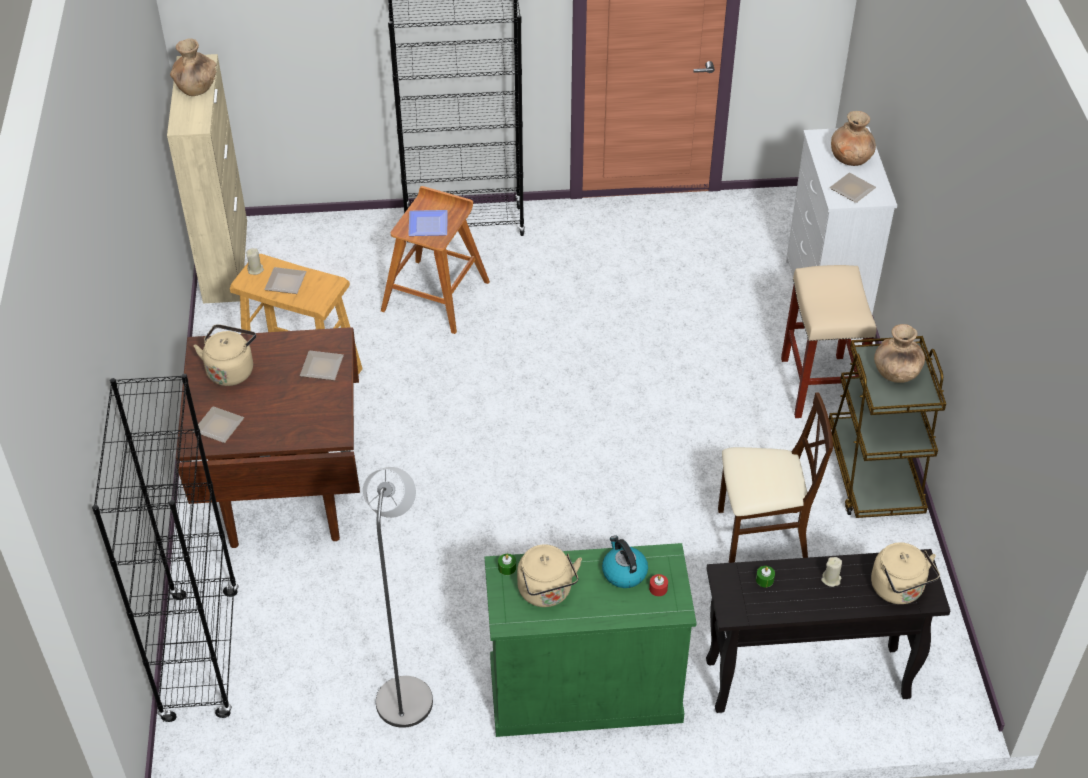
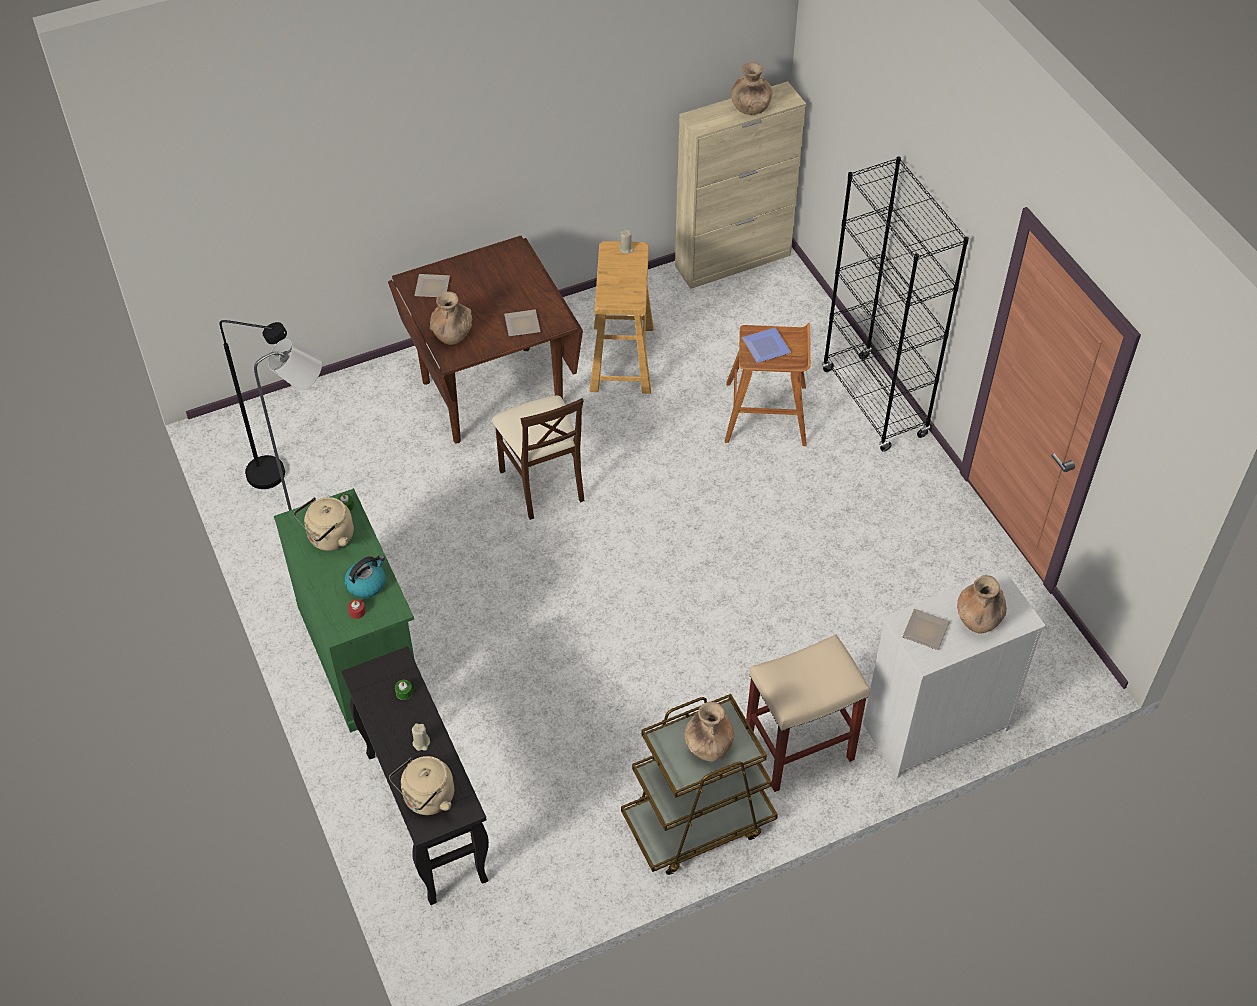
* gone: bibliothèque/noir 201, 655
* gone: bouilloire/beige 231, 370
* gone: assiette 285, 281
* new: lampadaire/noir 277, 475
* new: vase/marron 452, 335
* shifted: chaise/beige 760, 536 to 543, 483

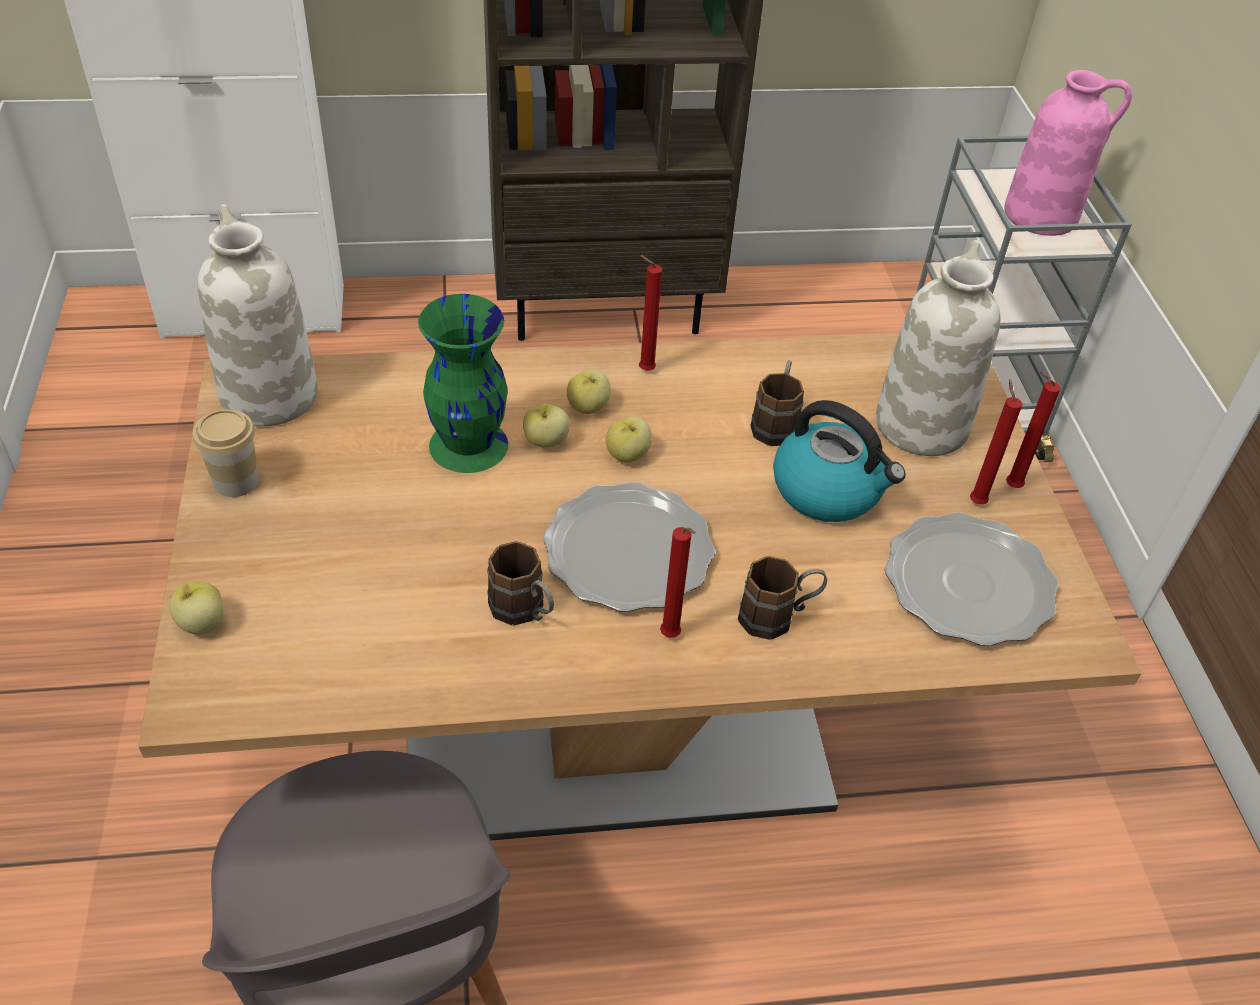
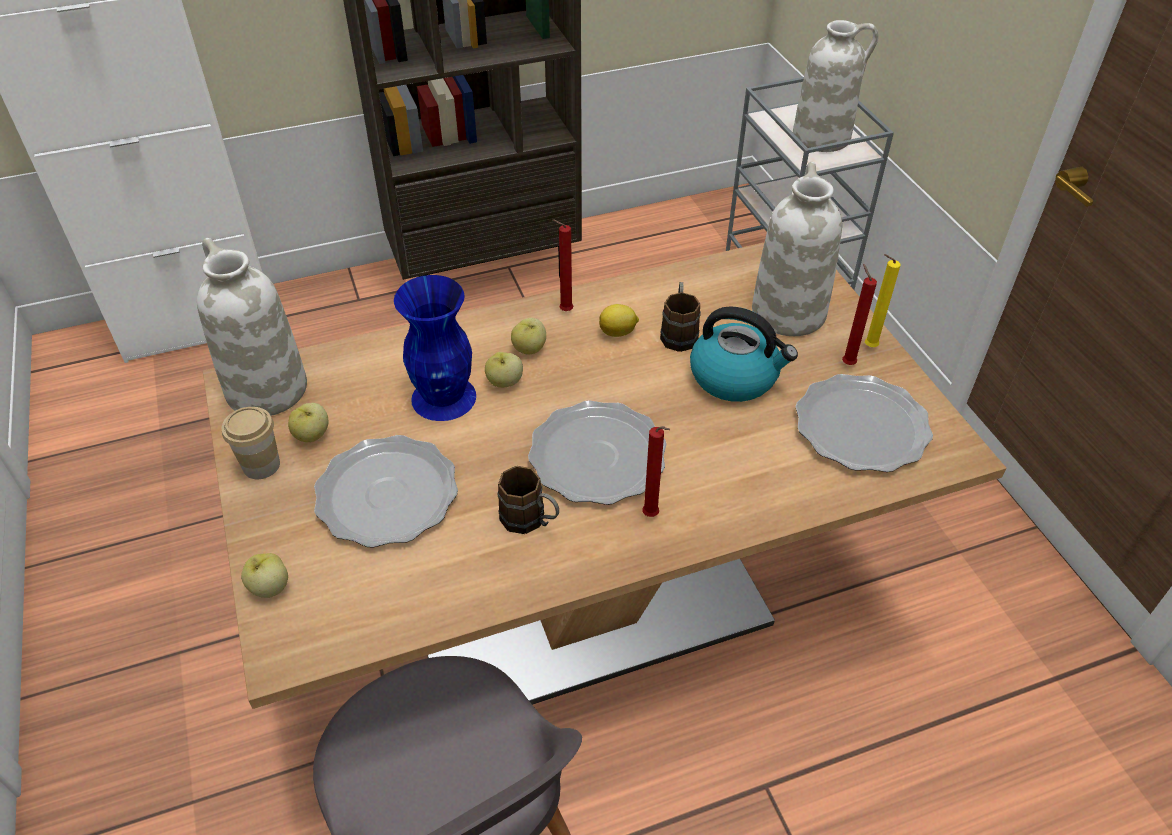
* gone: mug/marron 778, 616
* new: assiette 388, 495
* new: citron 618, 332
* shifted: pomme 627, 455 to 312, 435
* repainted: vase/vert 469, 446 to vase/bleu 444, 398
* repainted: vase/rose 1042, 215 to vase/blanc 822, 137
* repainted: bougie/rouge 1009, 486 to bougie/jaune 868, 347

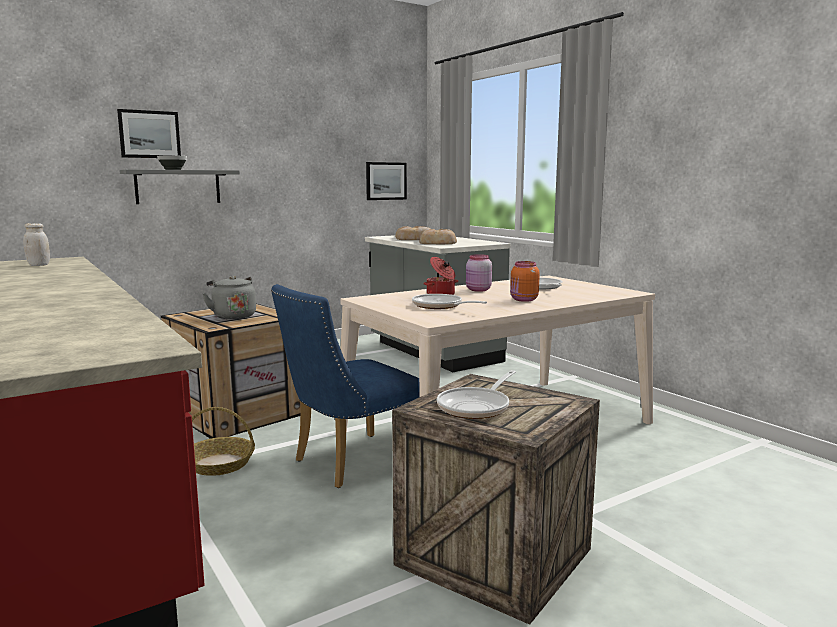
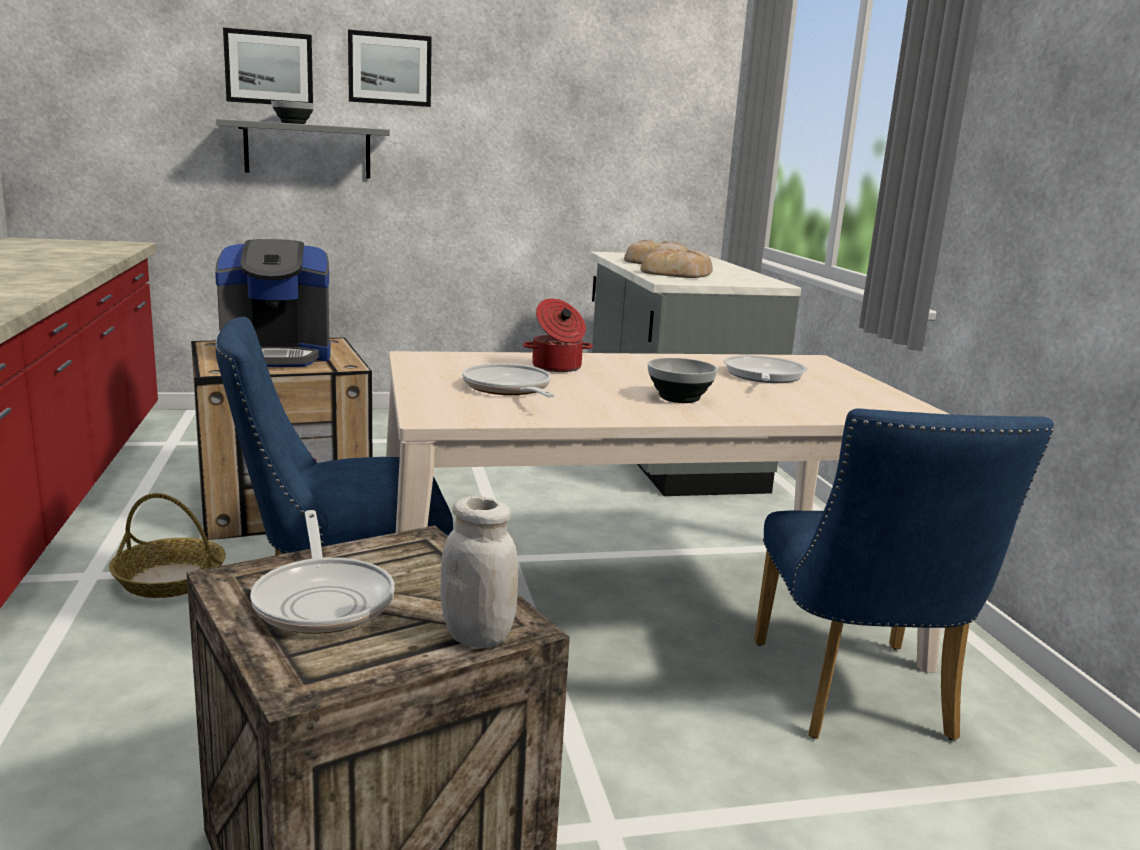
* gone: bocal/rose 478, 290
* new: chaise/bleu 856, 699
* shifted: bocal/blanc 38, 265 to 477, 636
* shifted: tableau 386, 181 to 390, 69
* swapped: bouilloire/gris 233, 316 to machine à café 277, 356
* swapped: bocal/orange 523, 300 to bol 678, 398
* rotated: poêle 477, 407 = 323, 599 75 degrees counterclockwise

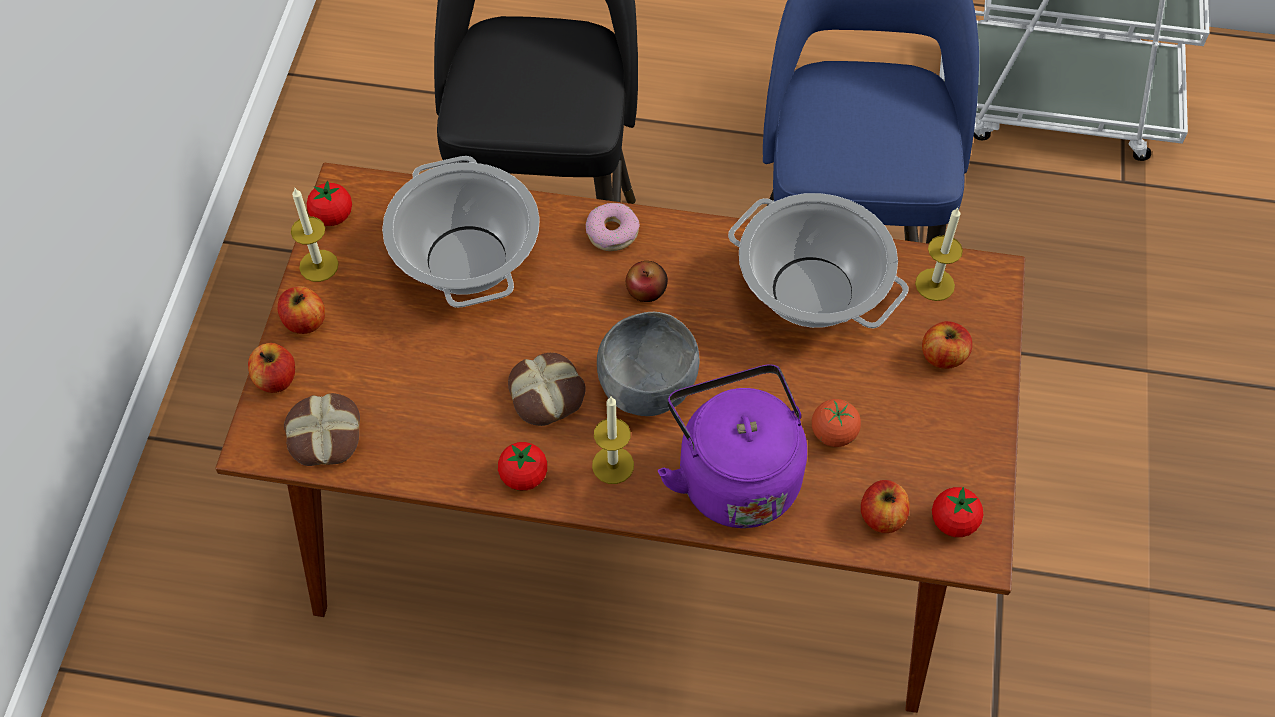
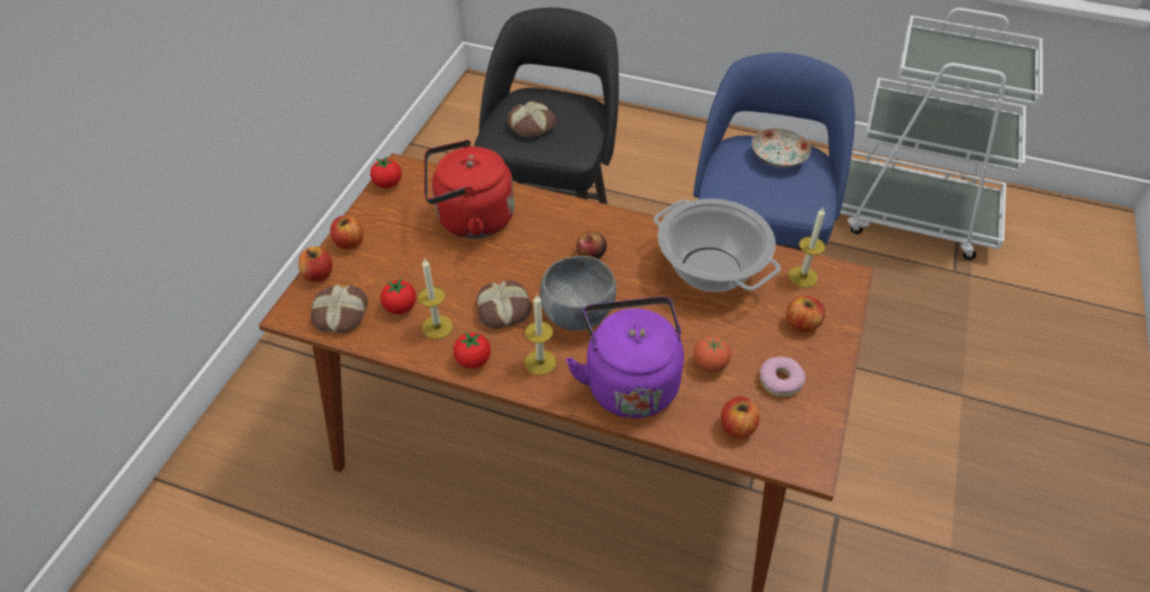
* new: pain 532, 125
* new: assiette 777, 158
* shifted: bougie 319, 265 to 437, 327
* shifted: beignet 612, 232 to 780, 381
* shifted: tomate 953, 522 to 400, 307
* swapped: marmite 466, 259 to bouilloire/rouge 470, 219

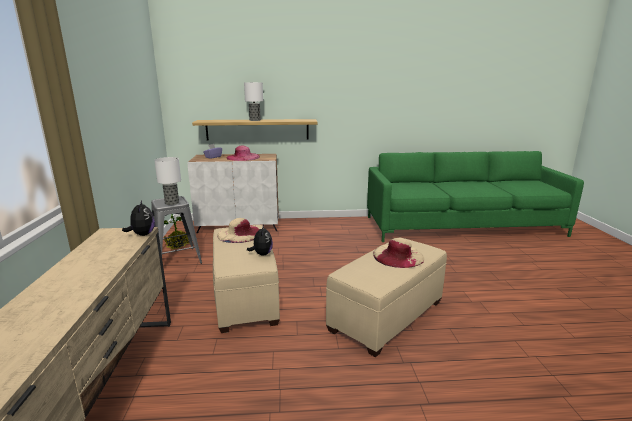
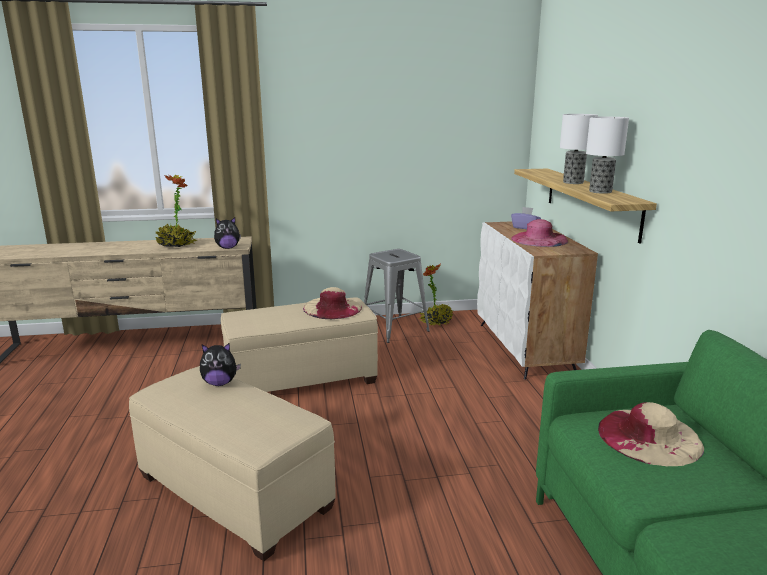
* new: plante en pot 176, 245
* shifted: lampe de table 172, 203 to 600, 191
* shifted: peluche 262, 254 to 220, 383
* shifted: chapeau/beige 398, 256 to 649, 437

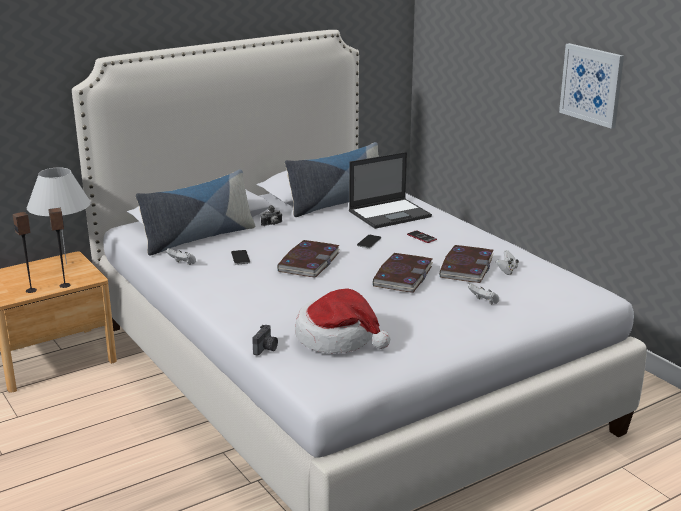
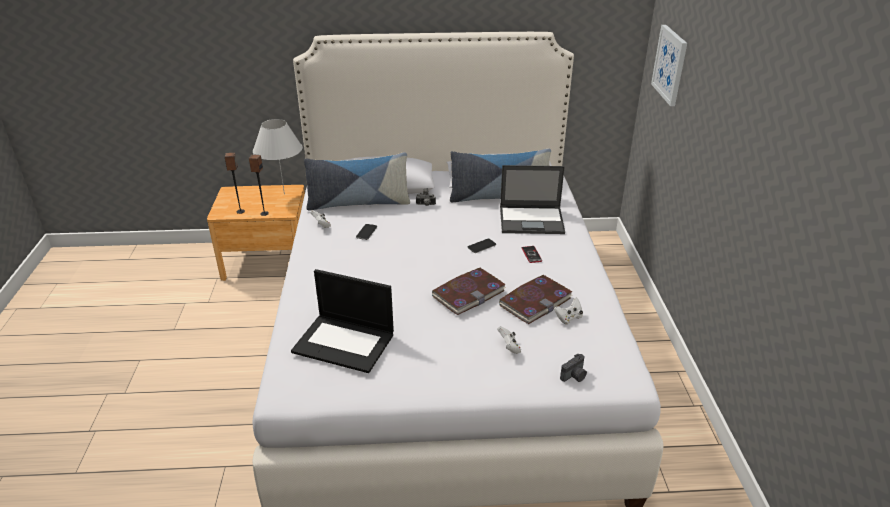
* gone: livre 308, 262
* shifted: appareil photo 266, 349 to 574, 376
* shifted: tableau 592, 84 to 670, 64
* swapped: chapeau 337, 338 to ordinateur portable 345, 342

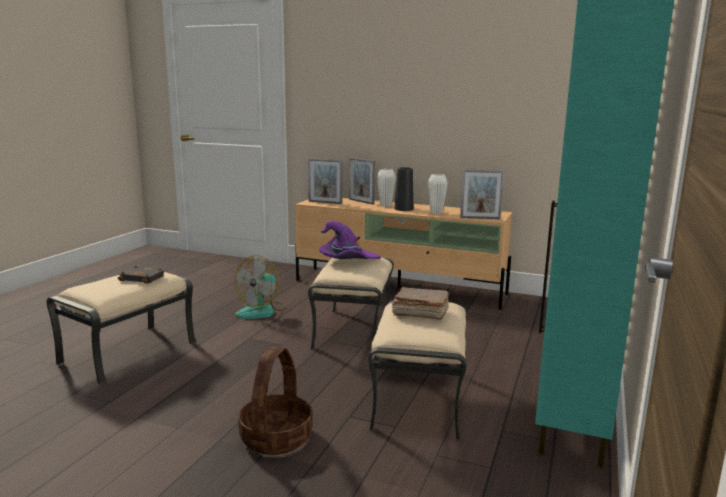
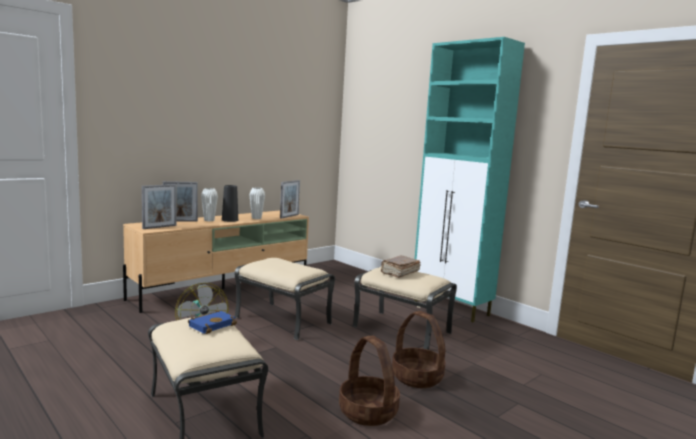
* gone: chapeau/violet 347, 260
* new: panier 368, 412
* repainted: livre/noir 143, 278 to livre/bleu 212, 325

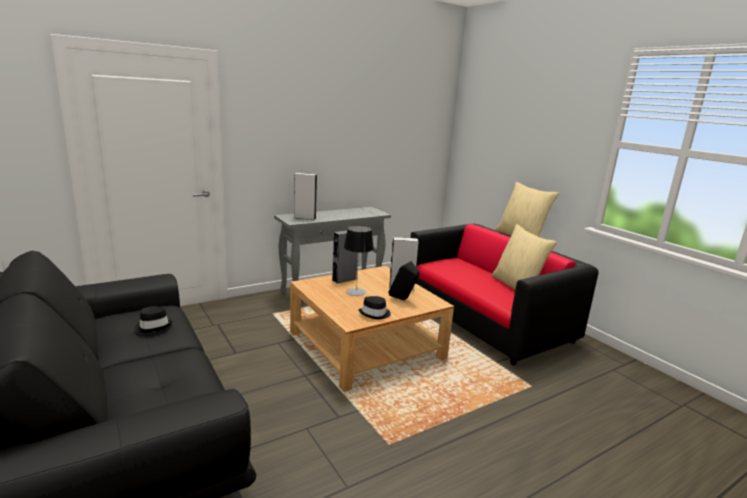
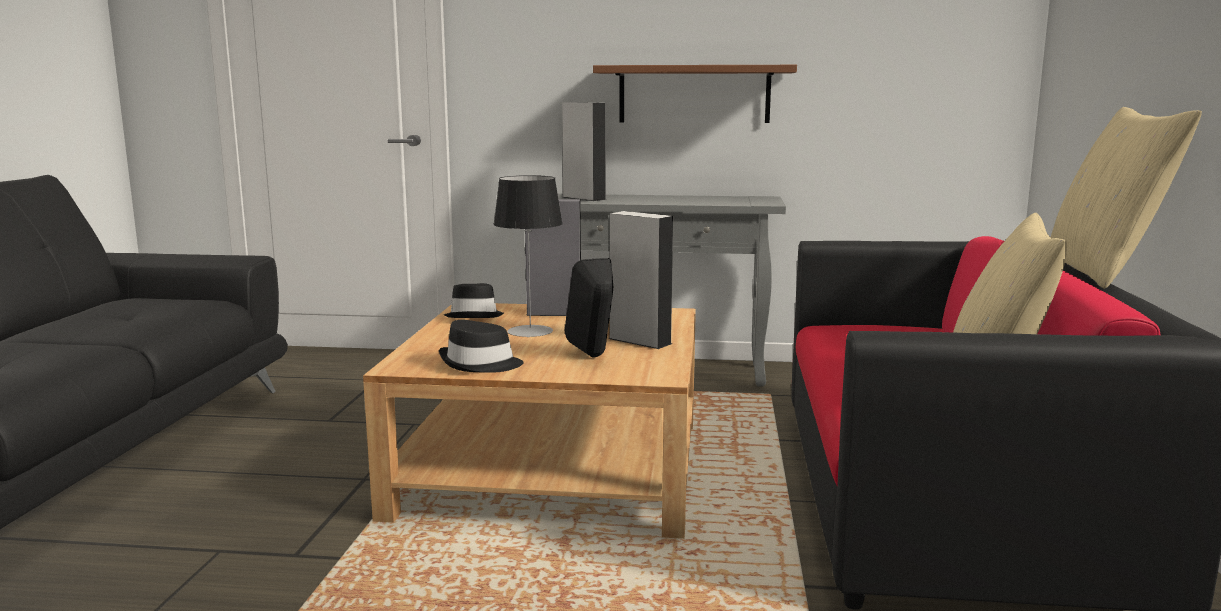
* new: étagère/marron 694, 94
* shifted: chapeau/noir 153, 326 to 474, 316

